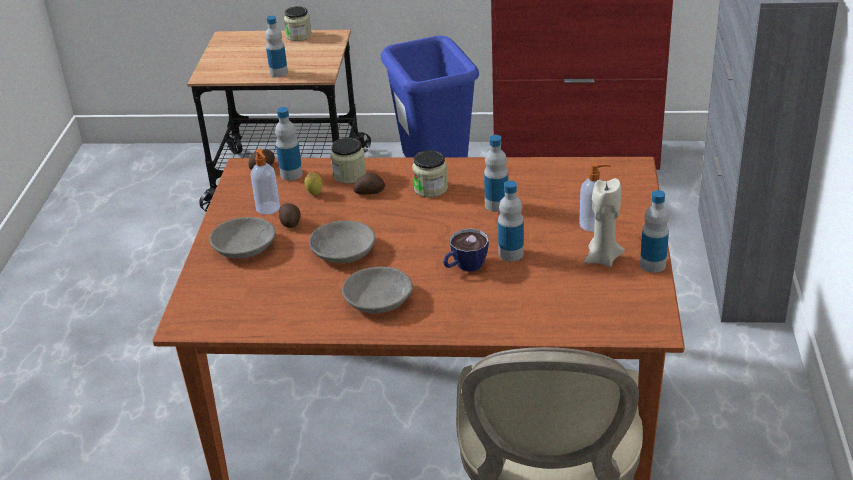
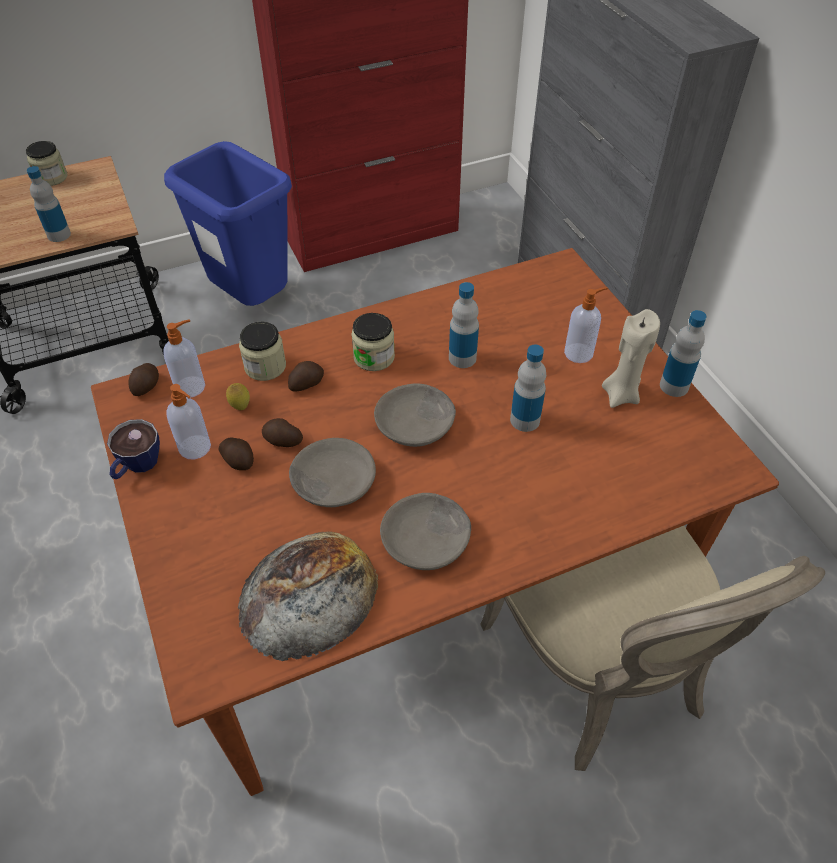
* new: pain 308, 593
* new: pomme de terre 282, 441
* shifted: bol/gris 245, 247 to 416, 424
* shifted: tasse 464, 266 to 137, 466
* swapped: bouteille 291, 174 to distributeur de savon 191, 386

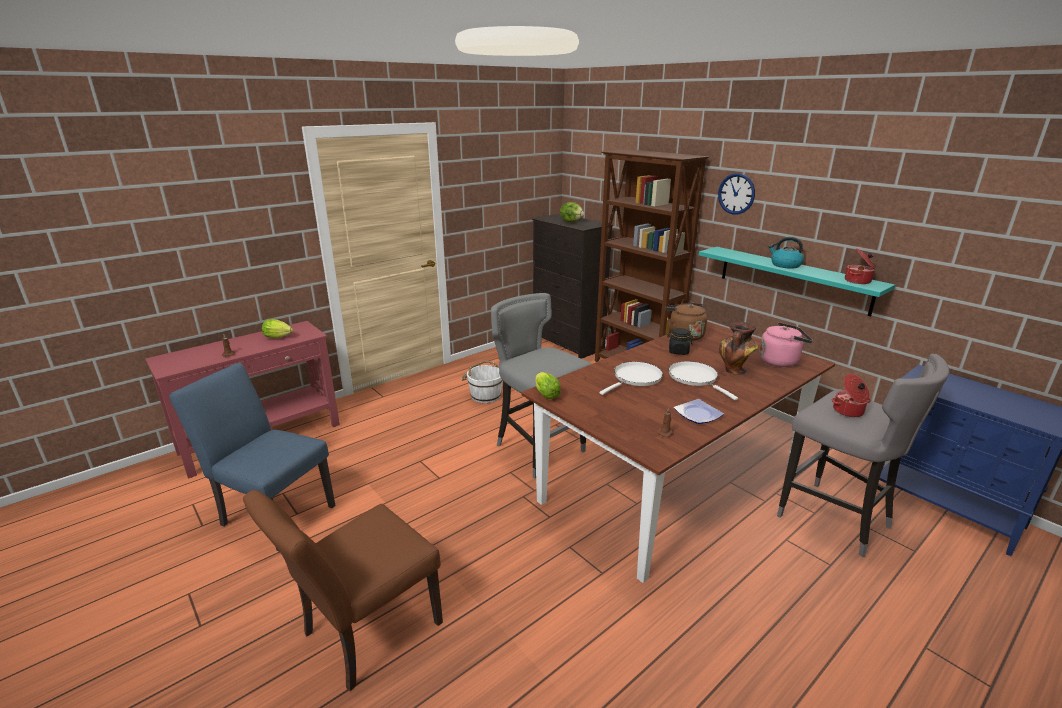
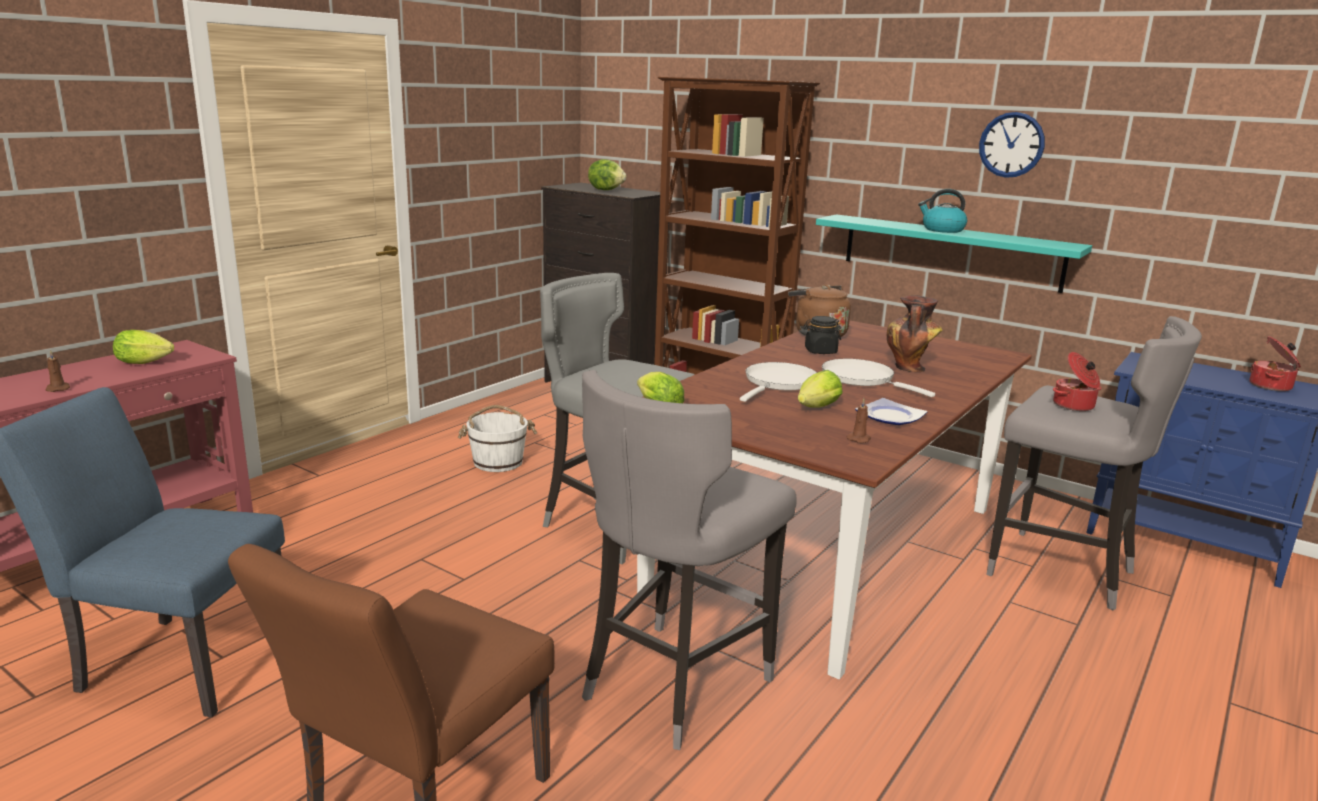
* gone: bouilloire/rose 780, 361
* new: tabouret/gris 672, 685
* new: laitue 815, 409
* shifted: horloge murale 736, 194 to 1011, 145
* shifted: marmite 858, 281 to 1271, 386

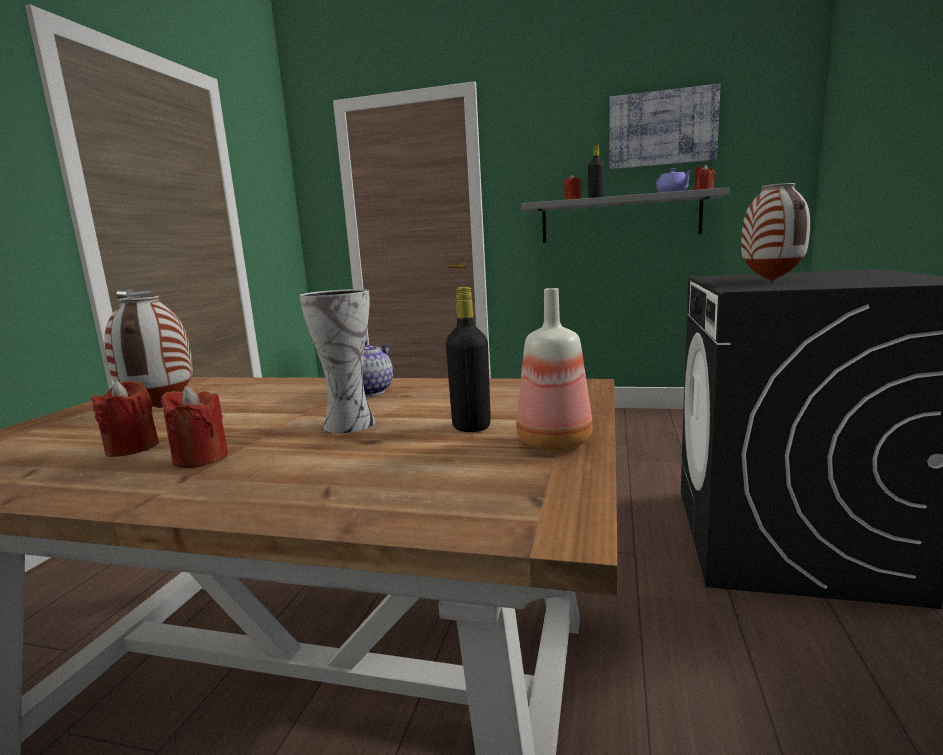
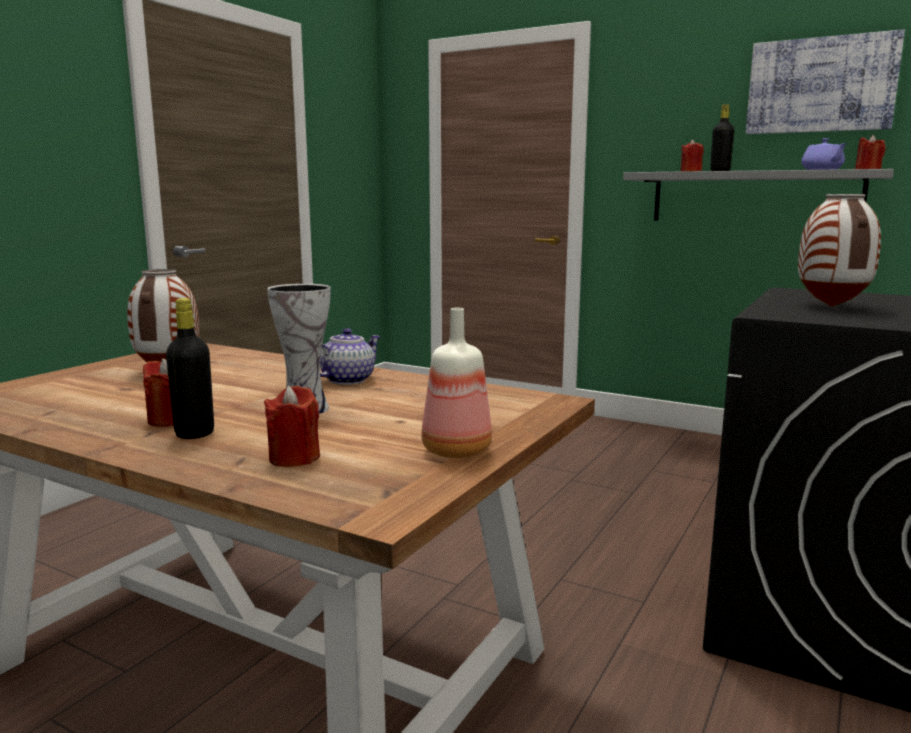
* shifted: bougie/rouge 132, 448 to 294, 458
* shifted: bouteille/noir 471, 427 to 195, 433

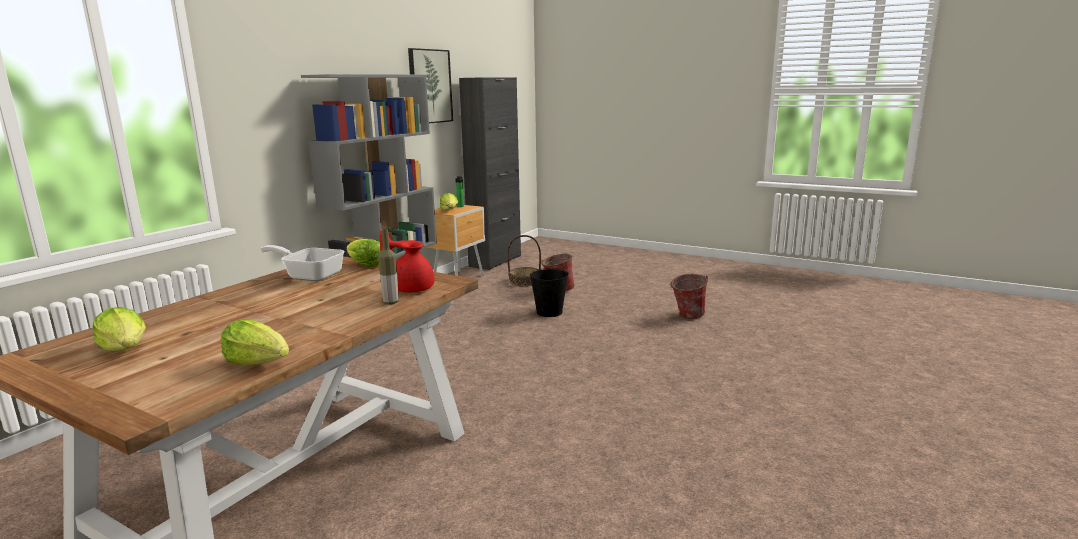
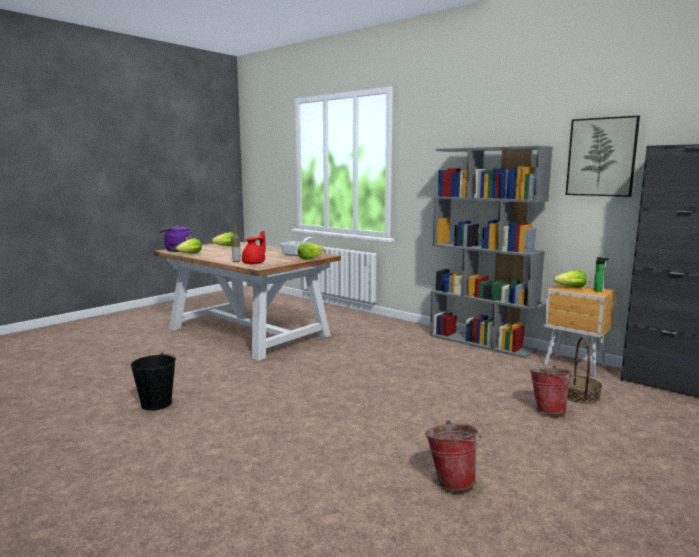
* new: bouilloire/violet 177, 251
* shifted: seau/noir 549, 312 to 156, 404

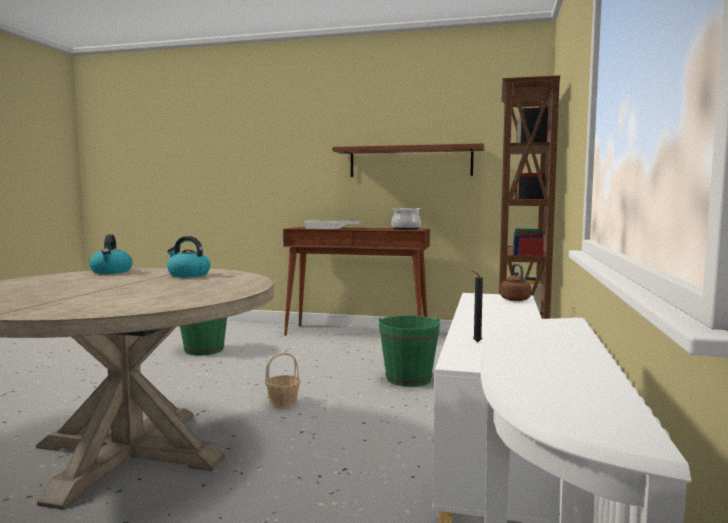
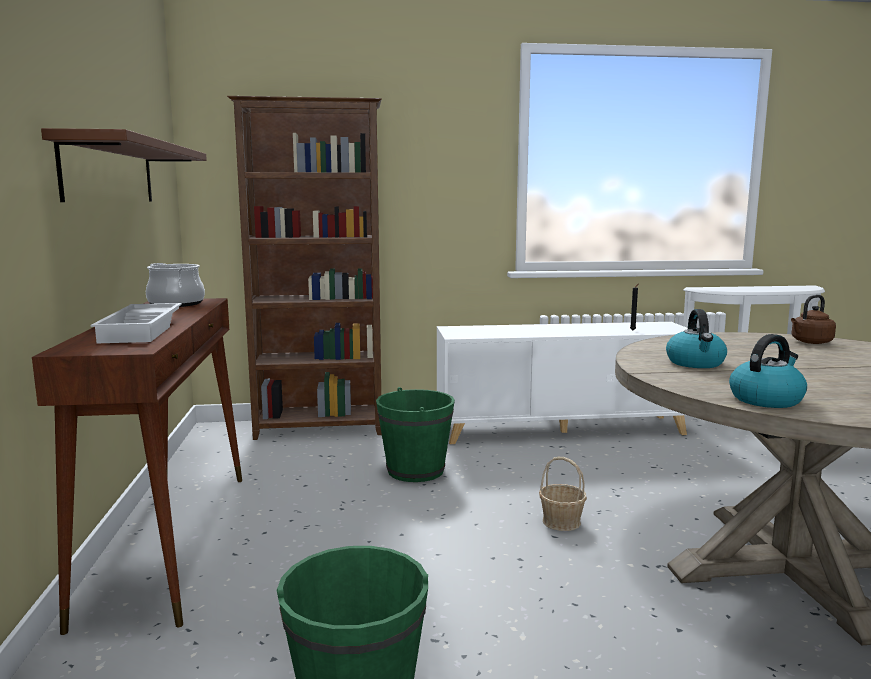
* shifted: bouilloire/marron 514, 299 to 810, 342

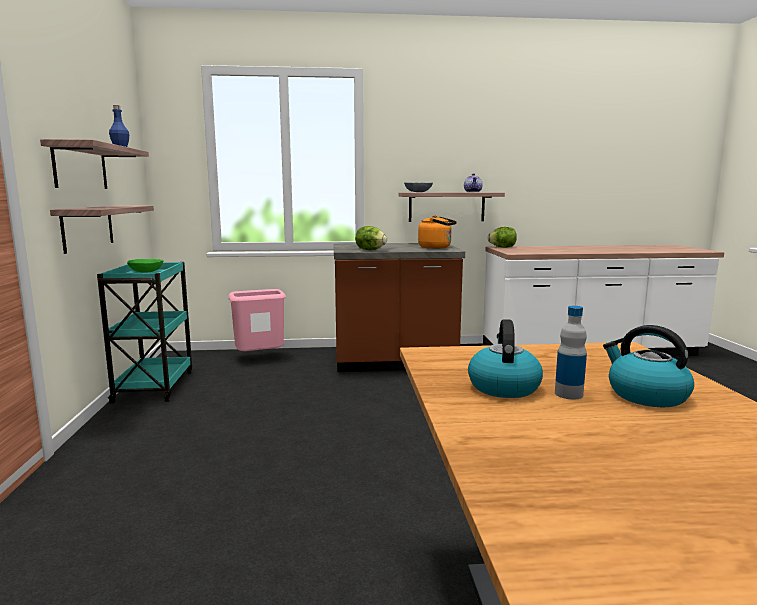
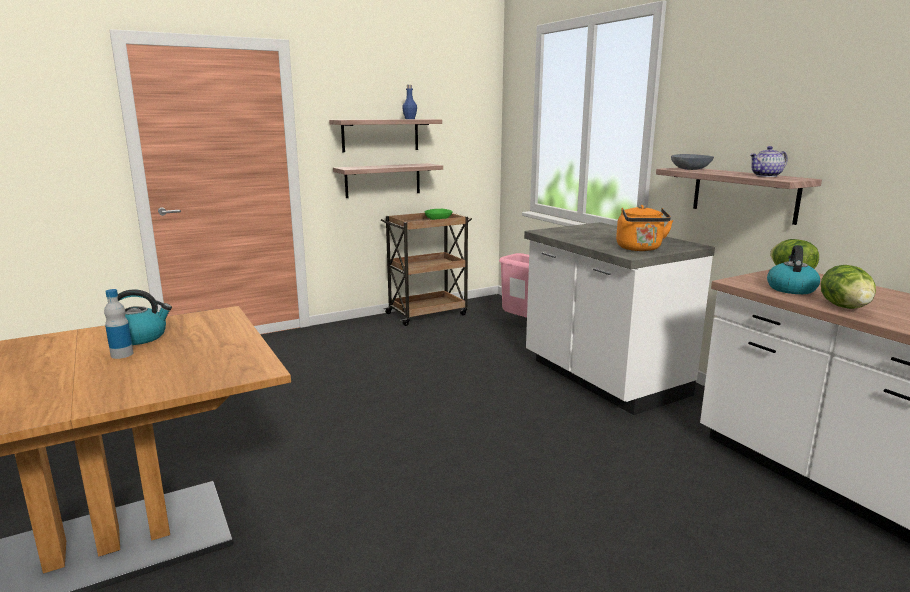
* shifted: laitue 370, 250 to 845, 307
* shifted: bouilloire 645, 395 to 791, 289
* repainted: chariot/turquoise 154, 386 to chariot/marron 428, 313
* repainted: comptoir de cuisine/marron 394, 362 to comptoir de cuisine/blanc 602, 378

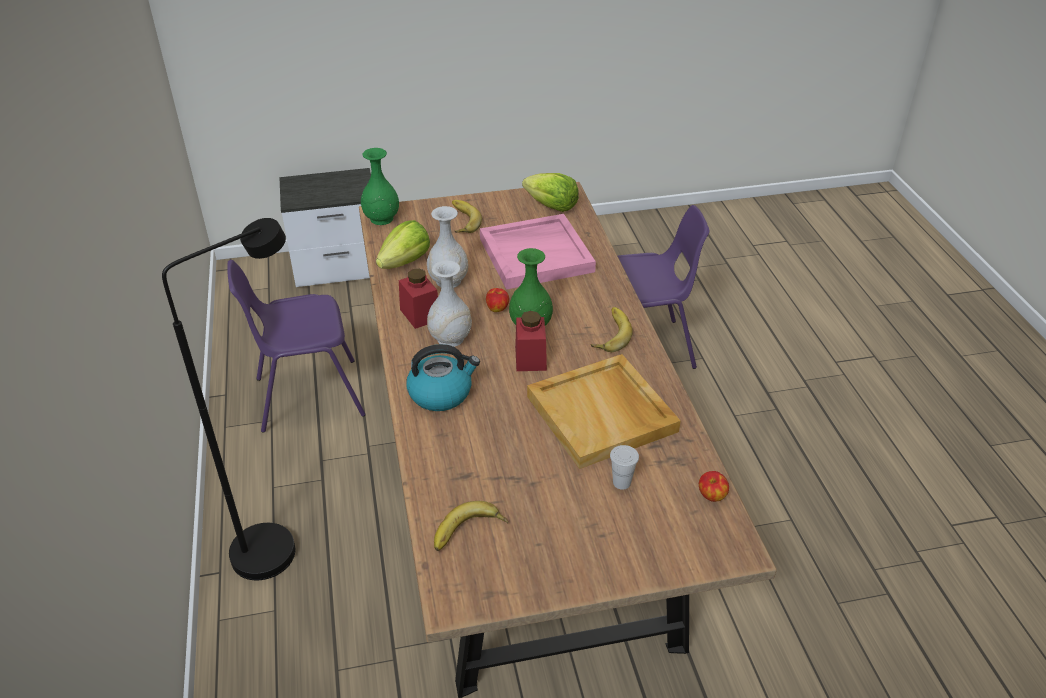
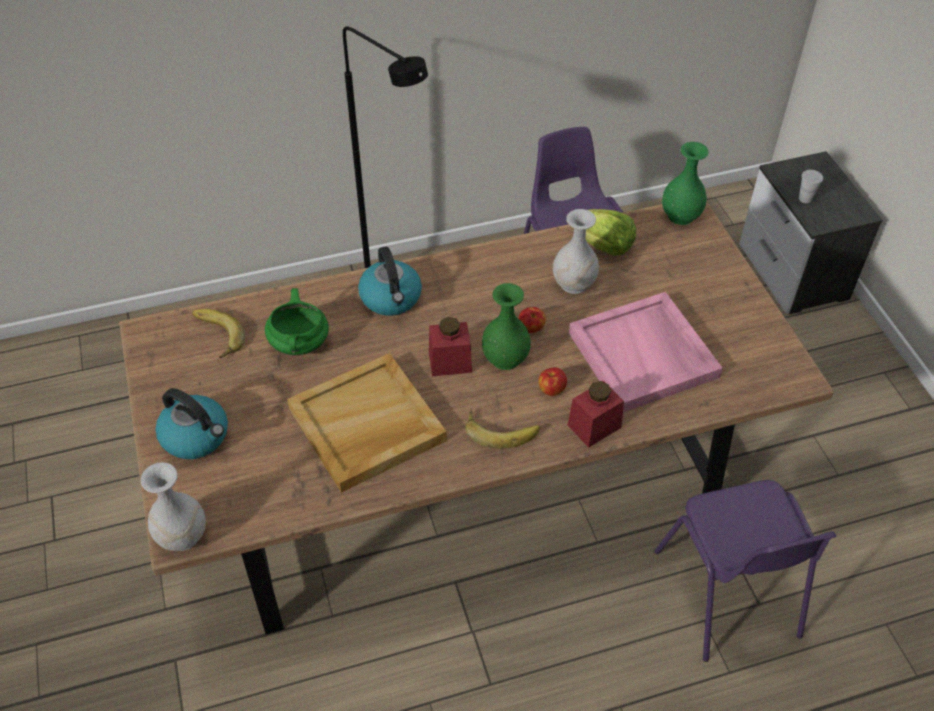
* gone: banane 460, 220
* gone: laitue 551, 206
* new: bouilloire 196, 436
* new: marmite/vert 300, 345
* shifted: bocal/rouge 420, 314 to 594, 426
* shifted: vase/blanc 450, 339 to 182, 536
* shifted: tasse/blanc 621, 482 to 805, 198
* shifted: pomme 711, 496 to 551, 389

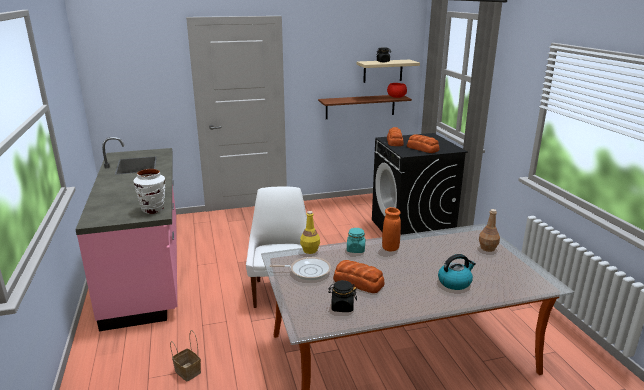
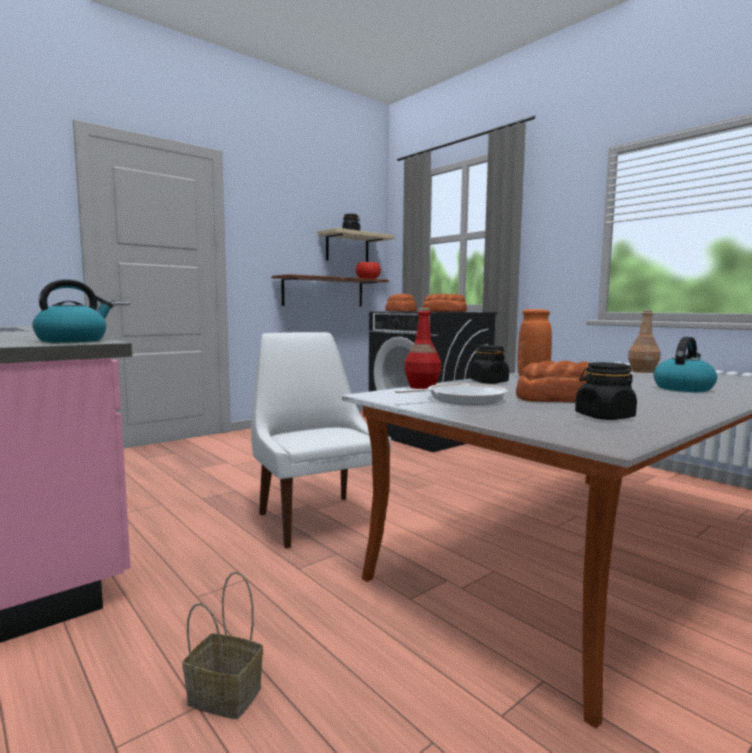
* swapped: vase/blanc 153, 209 to bouilloire 73, 340
* repainted: bouteille/jaune 310, 250 to bouteille/rouge 422, 387
* repainted: bocal/turquoise 355, 249 to bocal/noir 488, 382

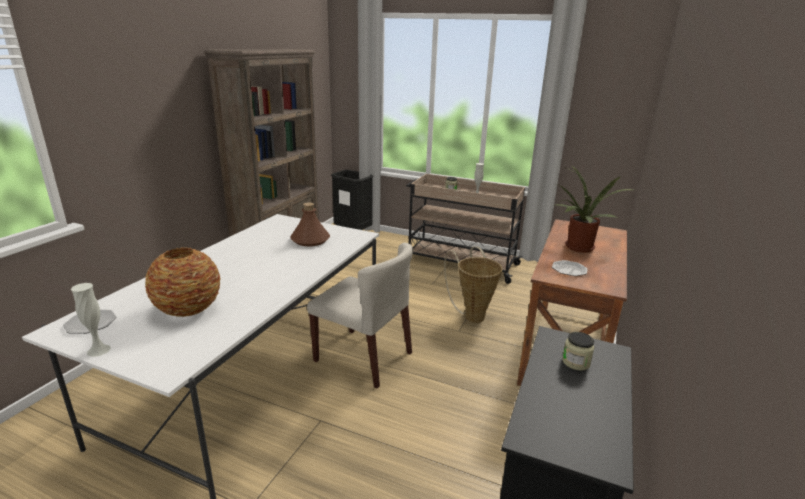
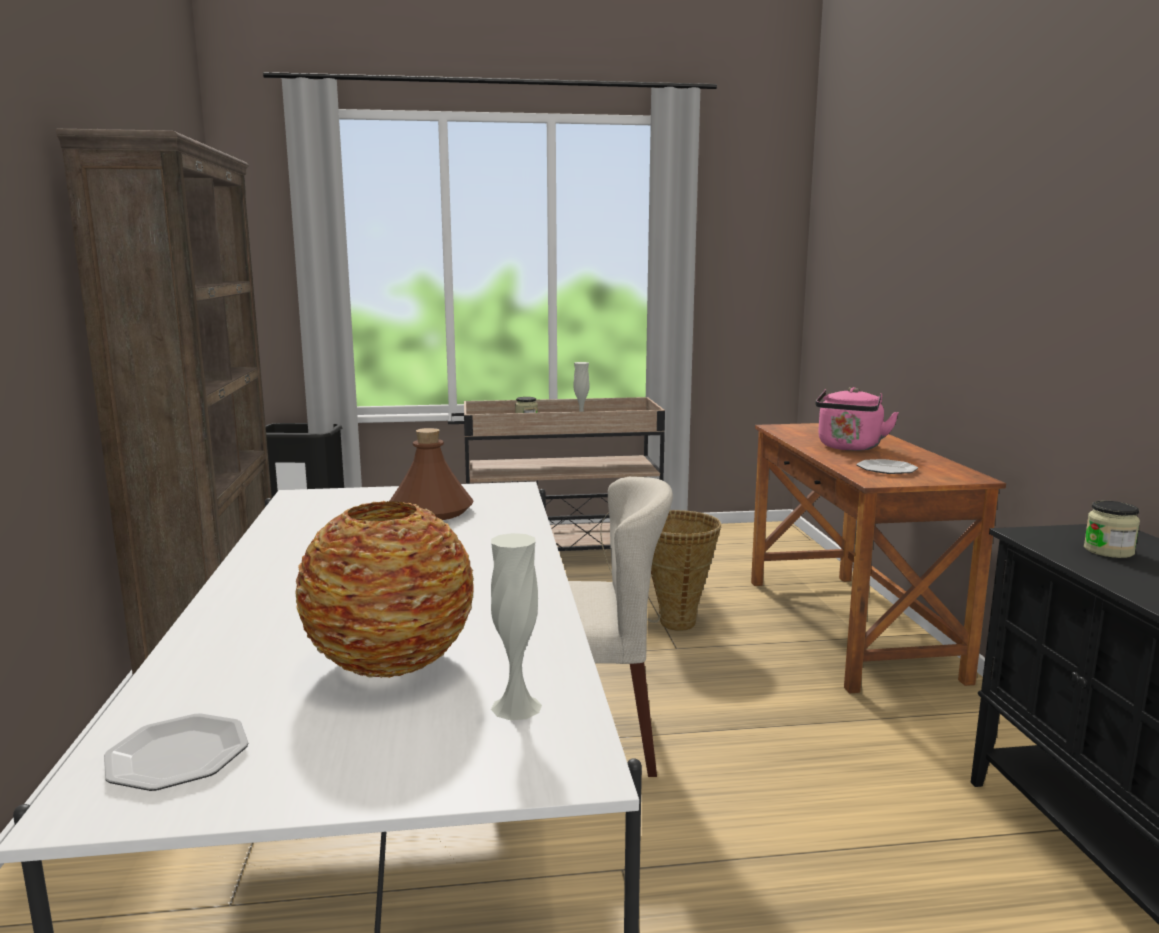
* shifted: vase/blanc 99, 350 to 516, 707
* swapped: plante en pot 578, 248 to bouilloire/rose 849, 447

